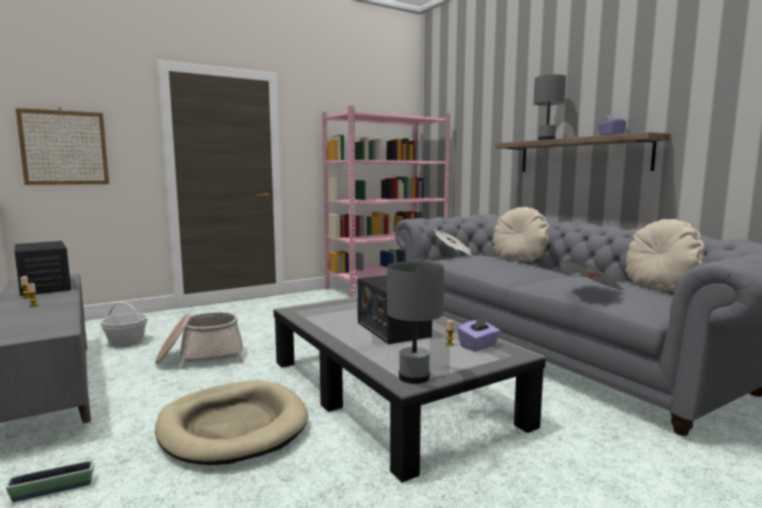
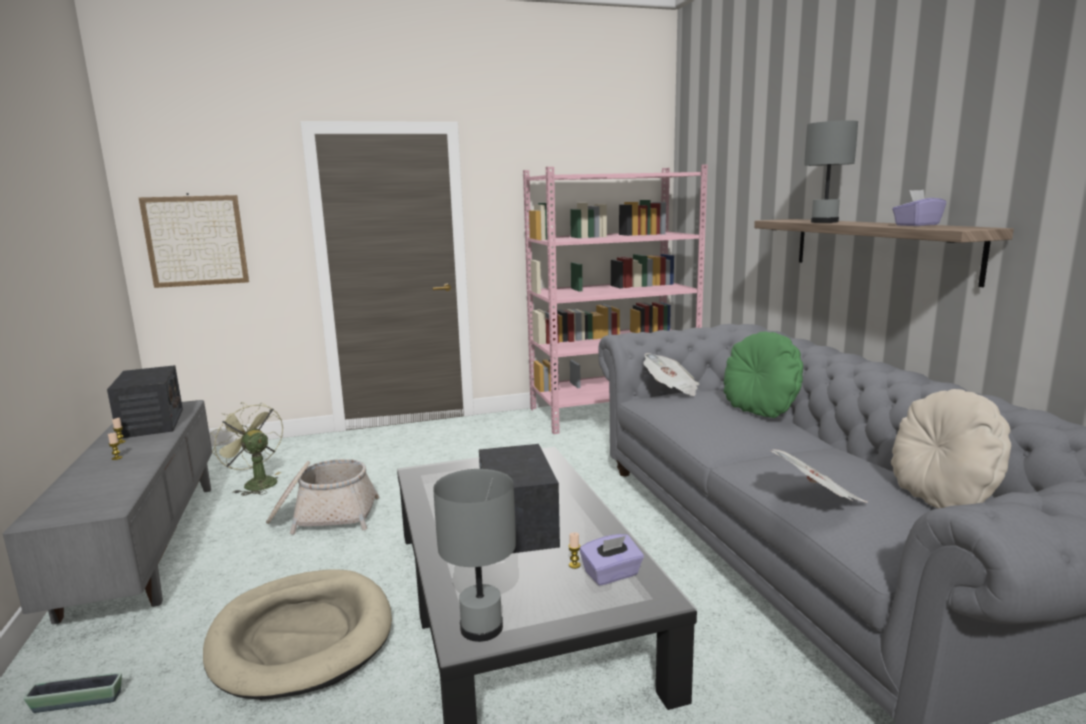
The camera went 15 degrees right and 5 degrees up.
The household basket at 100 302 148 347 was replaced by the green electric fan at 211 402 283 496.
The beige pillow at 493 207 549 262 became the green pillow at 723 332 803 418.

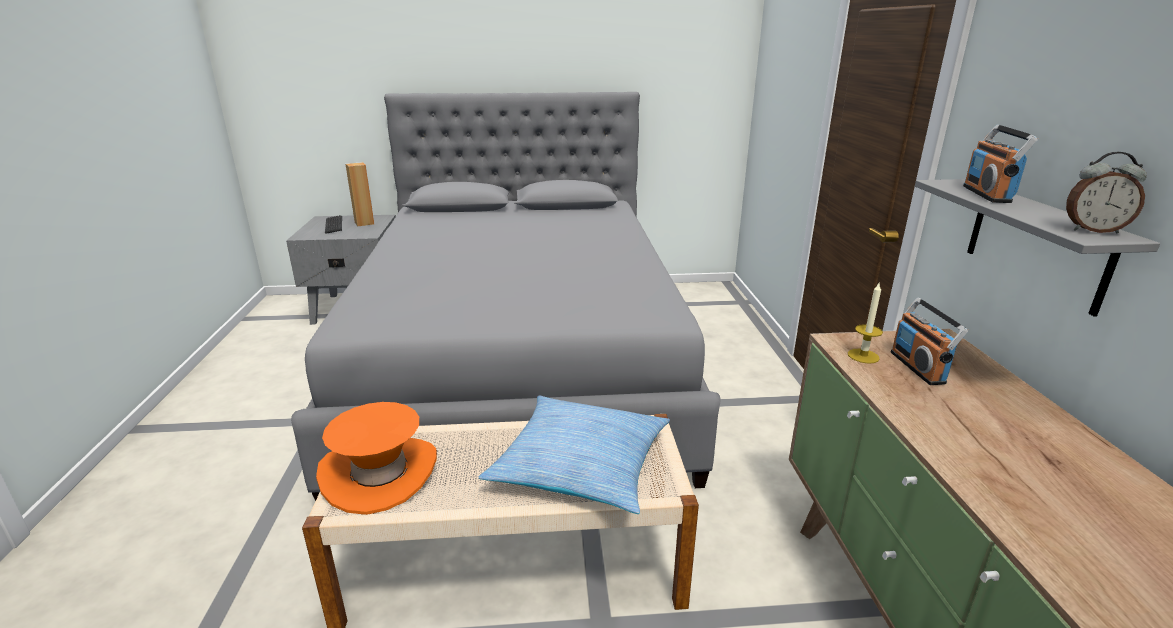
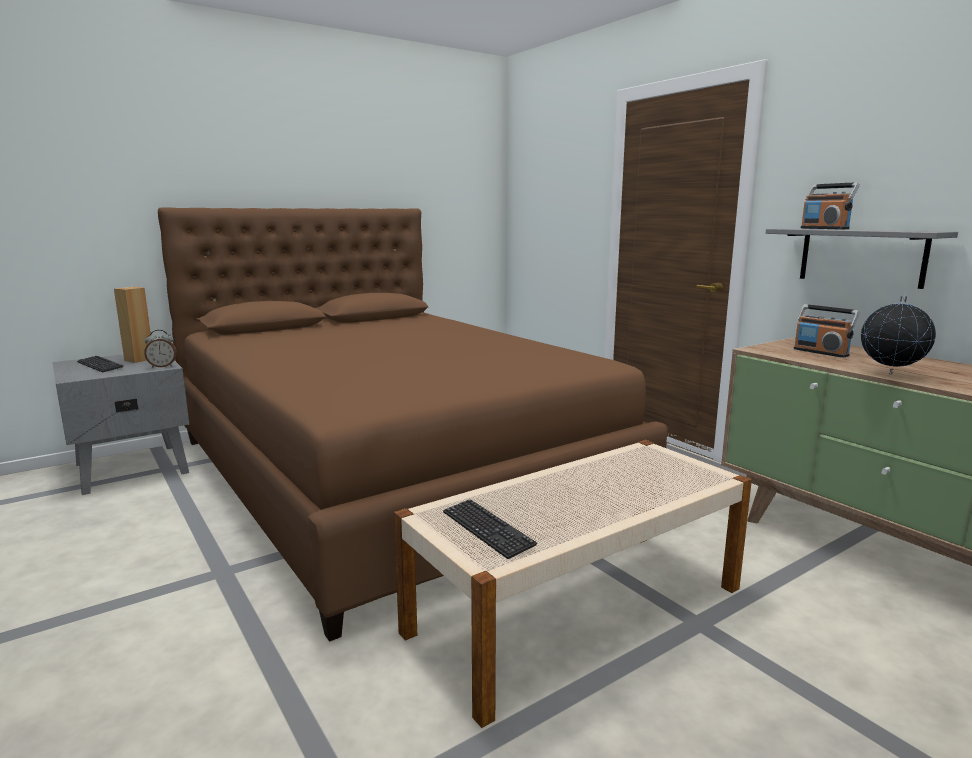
The camera went 30 degrees left and 10 degrees down.
The bedside clock moved from 1066 152 1147 233 to 144 330 177 368.
The greyish bedroom bed at 291 92 721 501 became the brownish bedroom bed at 158 207 668 642.
The orangey clothing hat at 316 402 437 515 was replaced by the computer keyboard at 443 499 537 559.
The world globe at 861 296 936 374 appeared.
The pillow at 479 395 670 514 disappeared.
The candle at 848 283 883 364 disappeared.

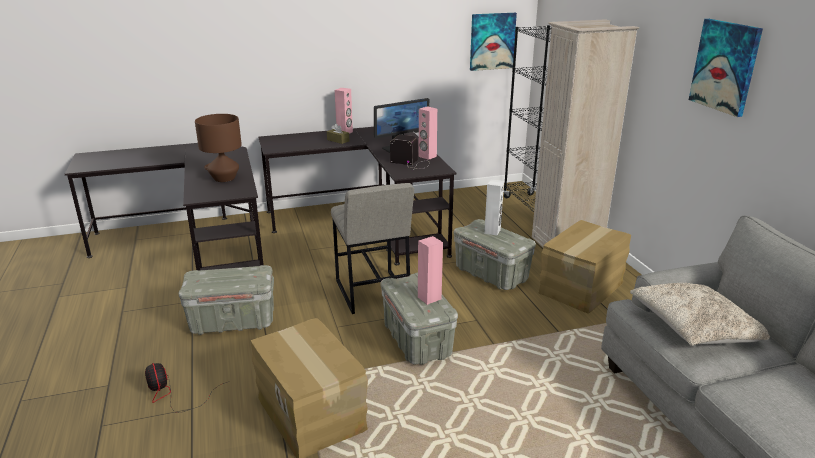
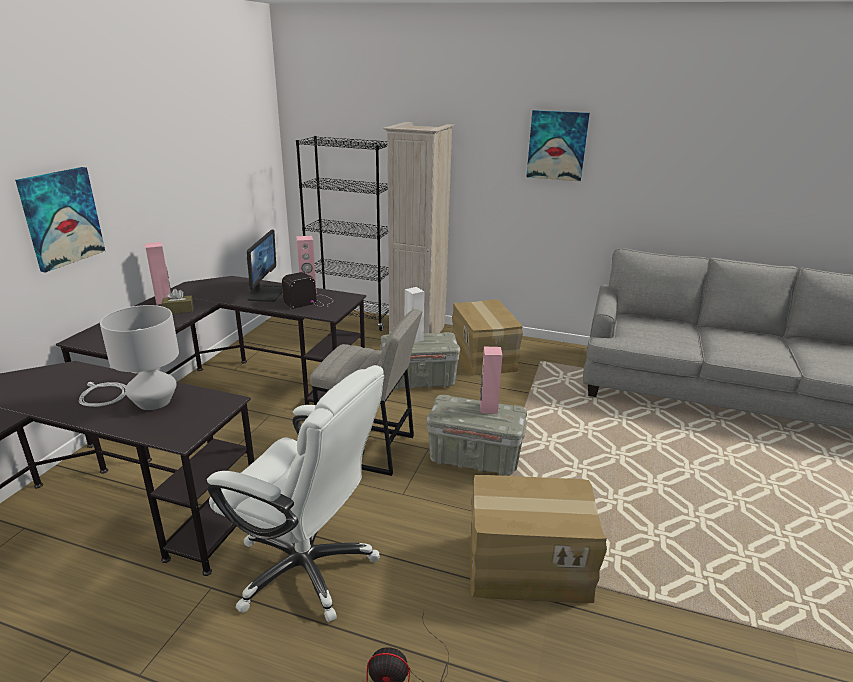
The camera went 55 degrees left and 0 degrees up.
The wall picture moved from 470 13 517 71 to 15 167 105 272.
The brownish tabletop lamp at 195 114 242 182 became the greyish tabletop lamp at 79 305 179 410.
The greyish storage bin at 178 265 274 335 was replaced by the whitish computer chair at 207 365 384 622.
The beige pillow at 630 283 770 346 disappeared.

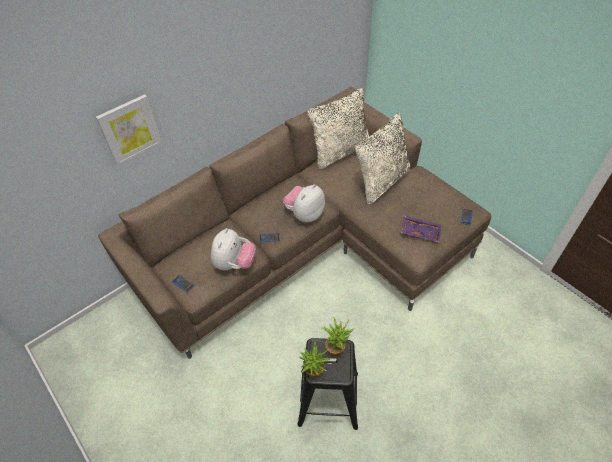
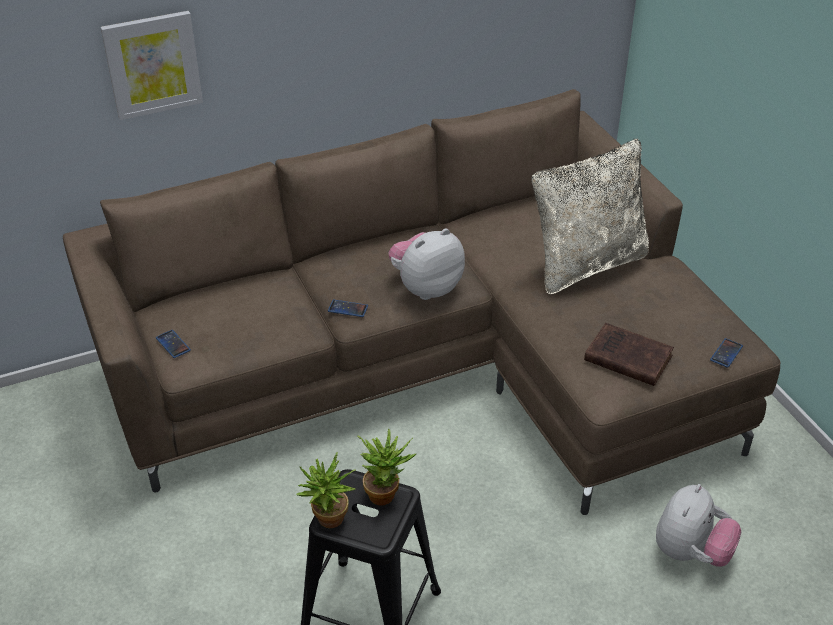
The camera went 15 degrees right and 10 degrees down.
The purplish carrying tray at 401 216 441 243 was replaced by the brownish book at 584 323 674 386.
The plush toy moved from 211 228 256 271 to 656 484 741 567.
The beige pillow at 307 87 369 169 disappeared.

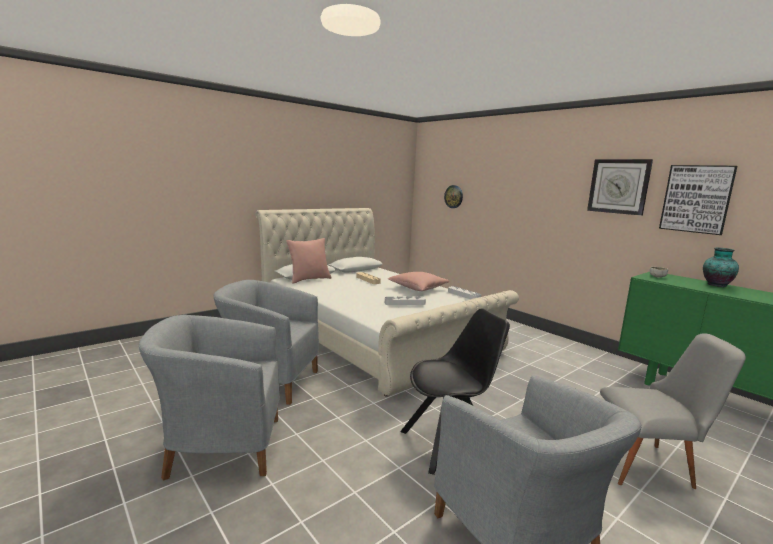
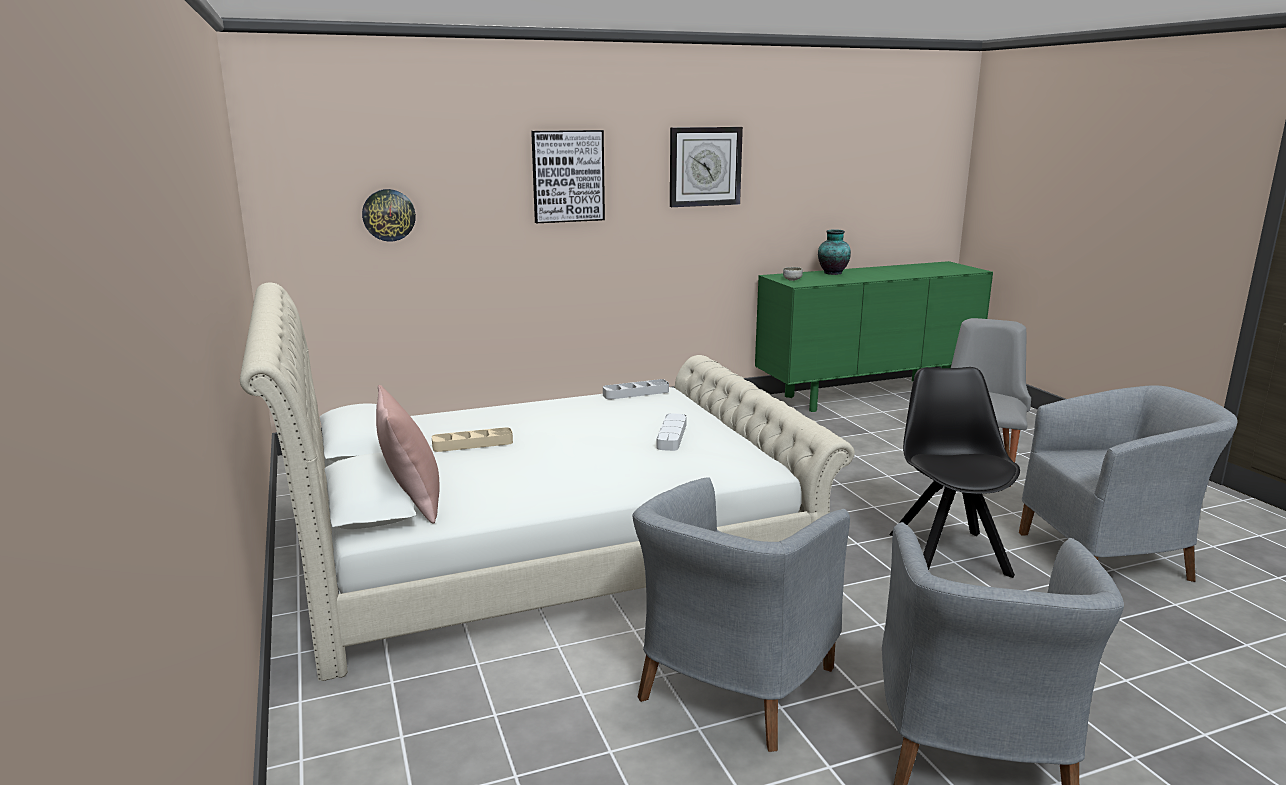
The camera went 70 degrees left and 5 degrees up.
The wall picture moved from 659 165 737 235 to 531 130 605 223.
The pink pillow at 388 272 449 291 disappeared.

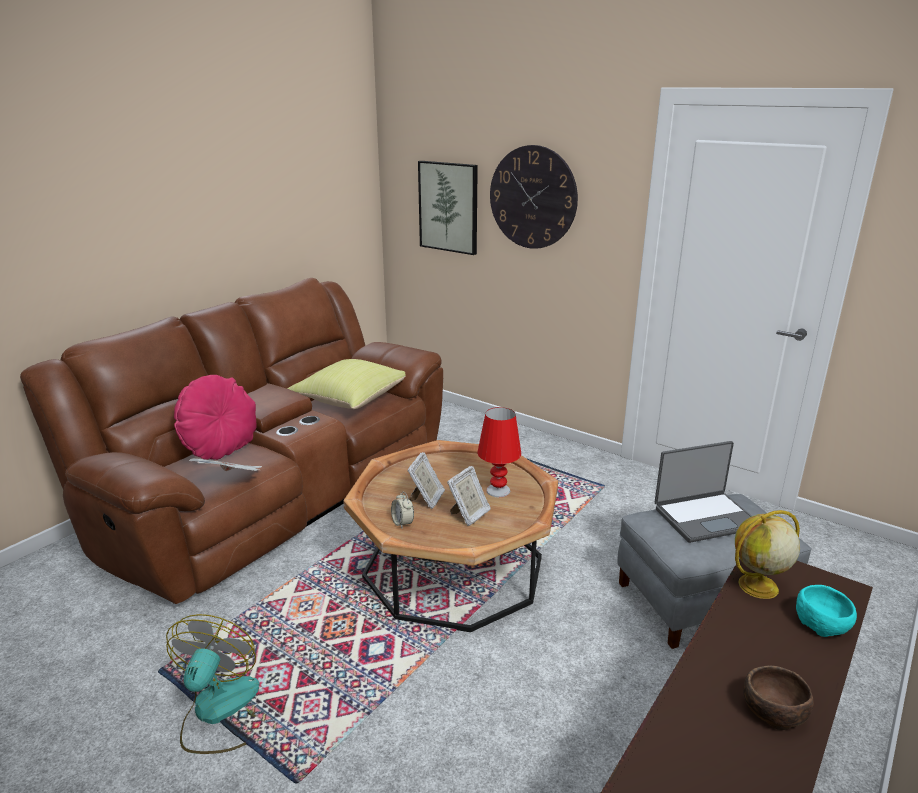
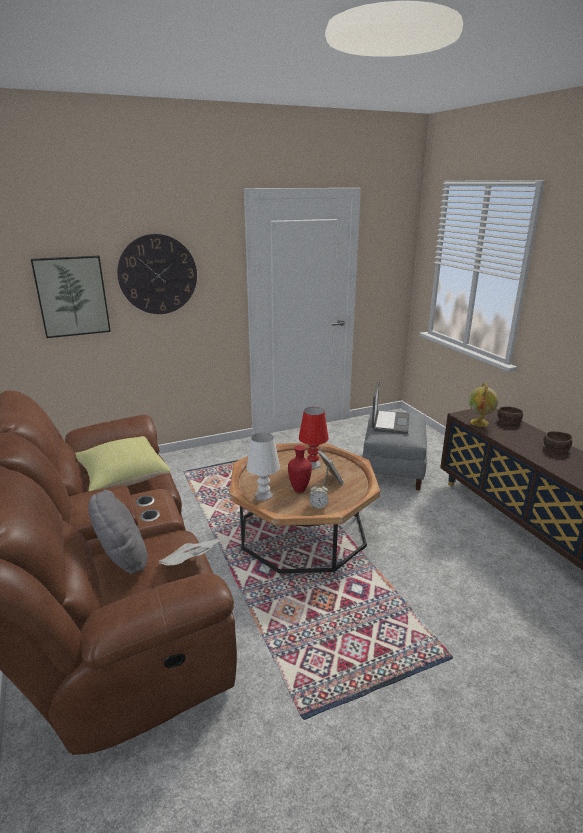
The camera went 60 degrees left and 0 degrees up.
The pink pillow at 174 375 257 460 became the greyish pillow at 88 490 148 573.
The whitish tabletop lamp at 246 432 280 501 appeared.
The standing frame at 408 452 445 509 was replaced by the red-coloured flower vase at 288 445 312 493.
The turquoise serving bowl at 796 585 857 637 became the brownish serving bowl at 497 406 523 425.
The electric fan at 166 614 260 754 disappeared.

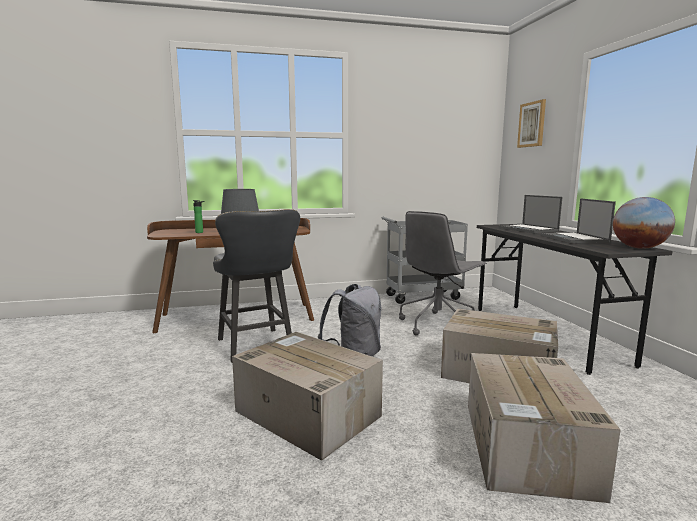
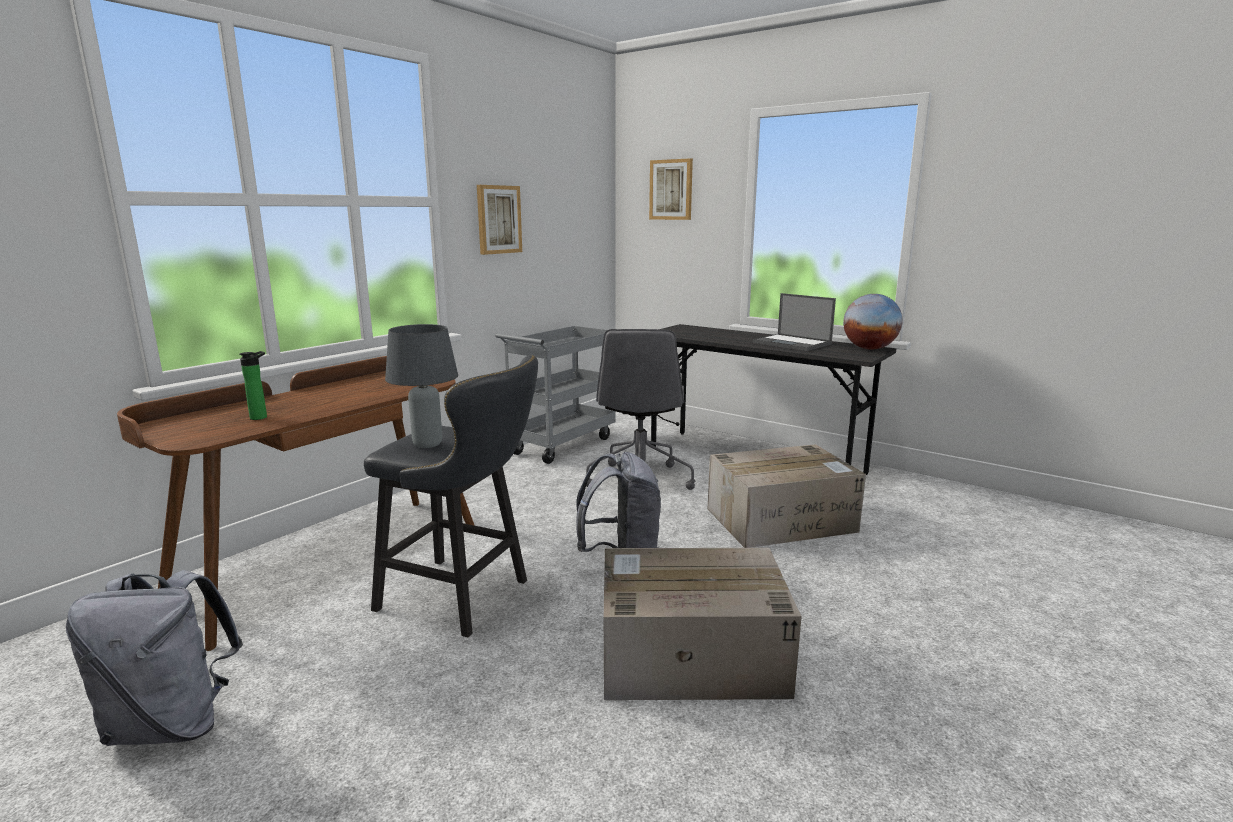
The camera went 40 degrees left and 5 degrees up.
The greyish knapsack at 66 570 243 746 appeared.
The wall picture at 477 185 522 255 appeared.
The carton at 468 353 621 503 disappeared.
The notebook computer at 498 195 562 233 disappeared.

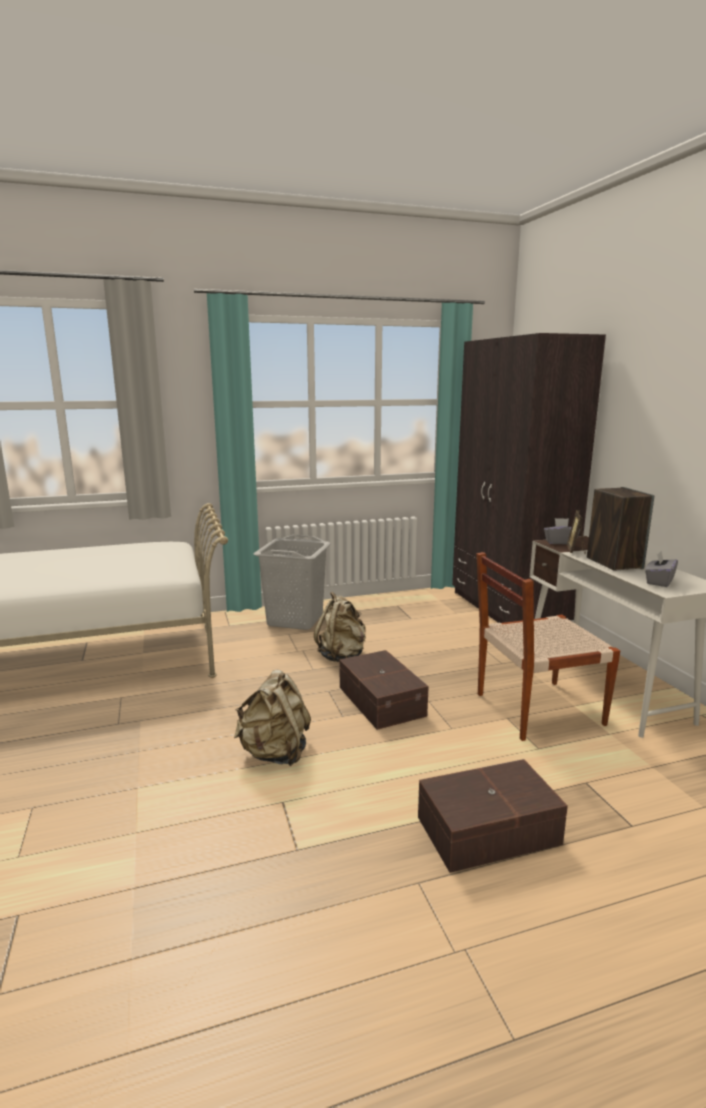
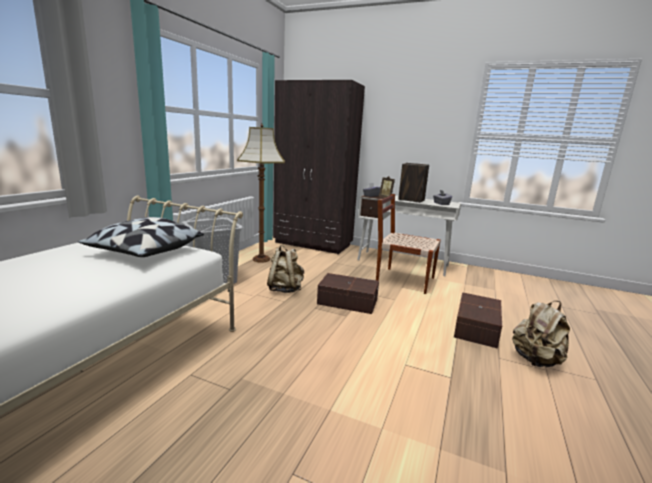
The camera went 50 degrees left and 0 degrees up.
The pillow at 78 217 204 257 appeared.
The standard lamp at 237 123 285 263 appeared.
The upright chair at 476 552 620 741 turned 90 degrees clockwise.
The beige knapsack moved from 234 669 311 766 to 512 301 570 367.

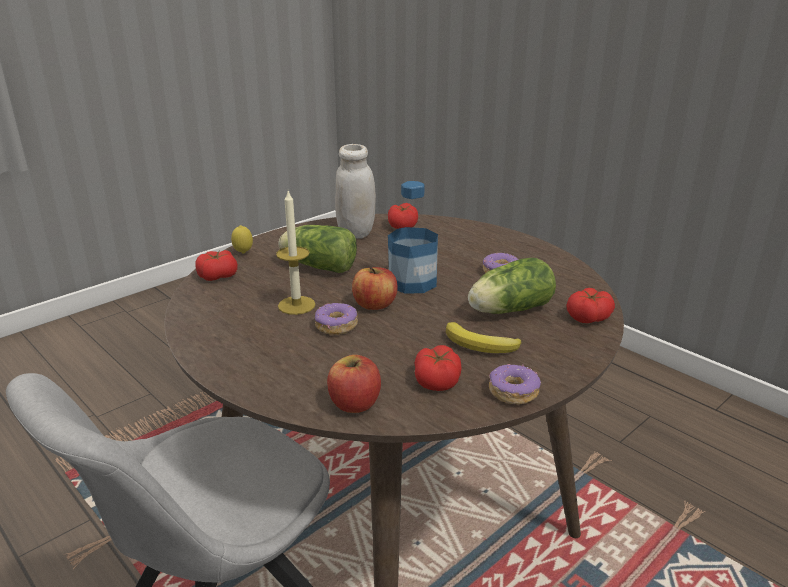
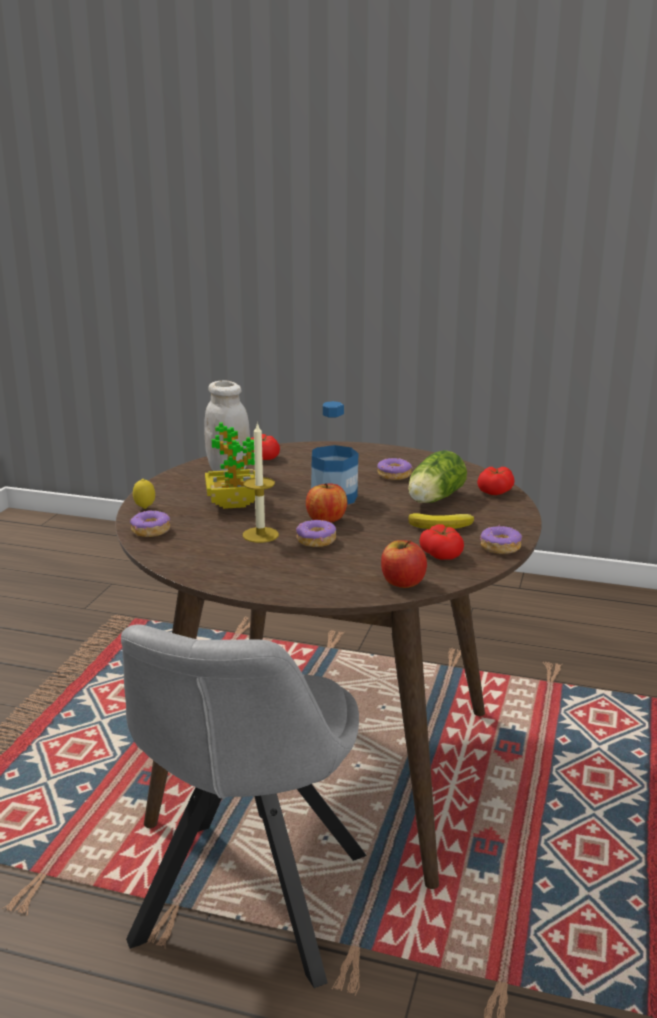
The camera went 30 degrees left and 5 degrees down.
The fresh tomato at 195 250 238 281 was replaced by the doughnut at 130 510 170 537.
The lettuce head at 278 225 357 273 was replaced by the potted plant at 205 422 255 509.

